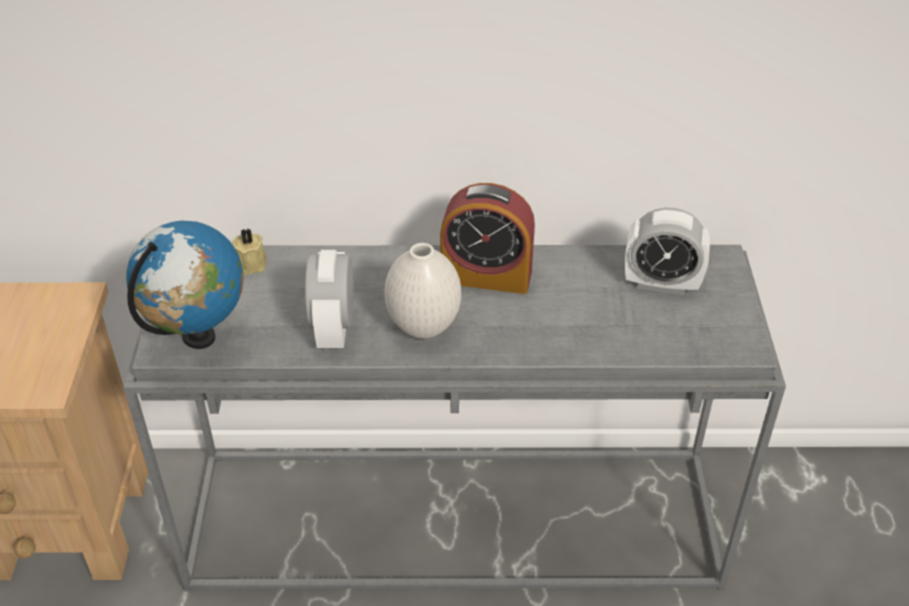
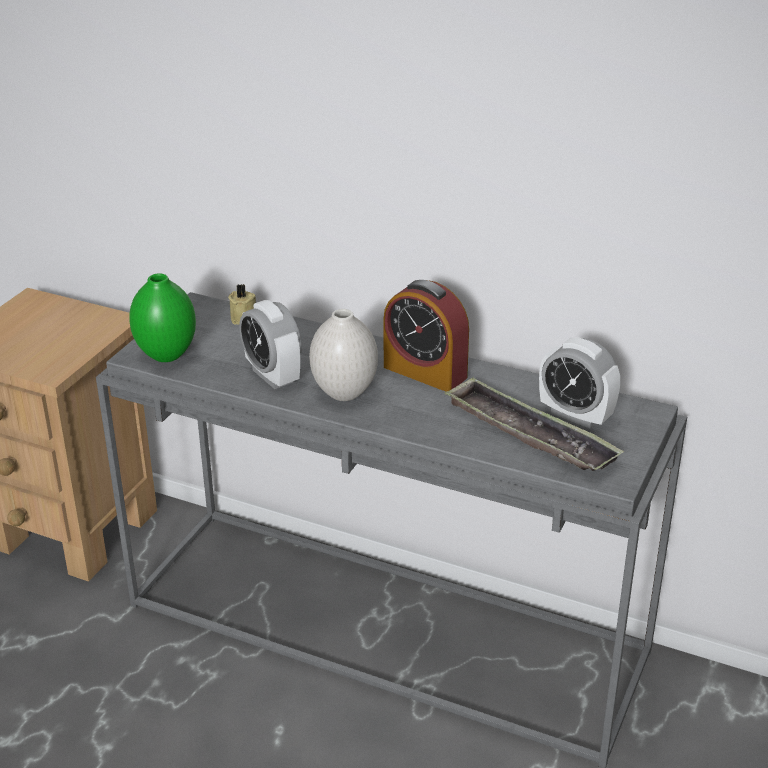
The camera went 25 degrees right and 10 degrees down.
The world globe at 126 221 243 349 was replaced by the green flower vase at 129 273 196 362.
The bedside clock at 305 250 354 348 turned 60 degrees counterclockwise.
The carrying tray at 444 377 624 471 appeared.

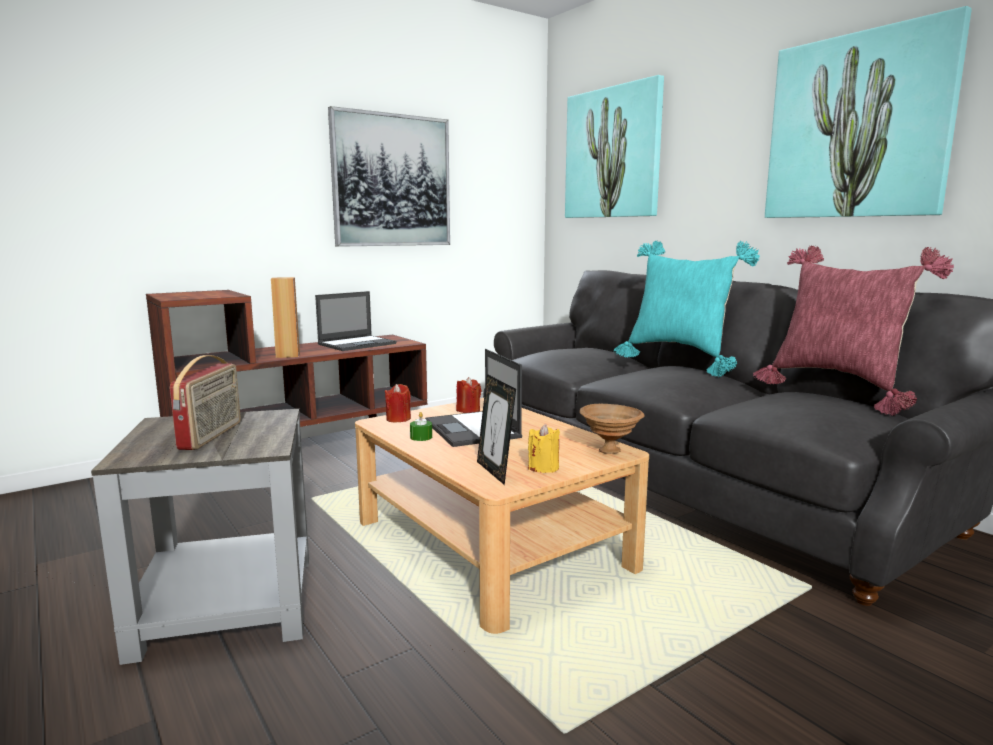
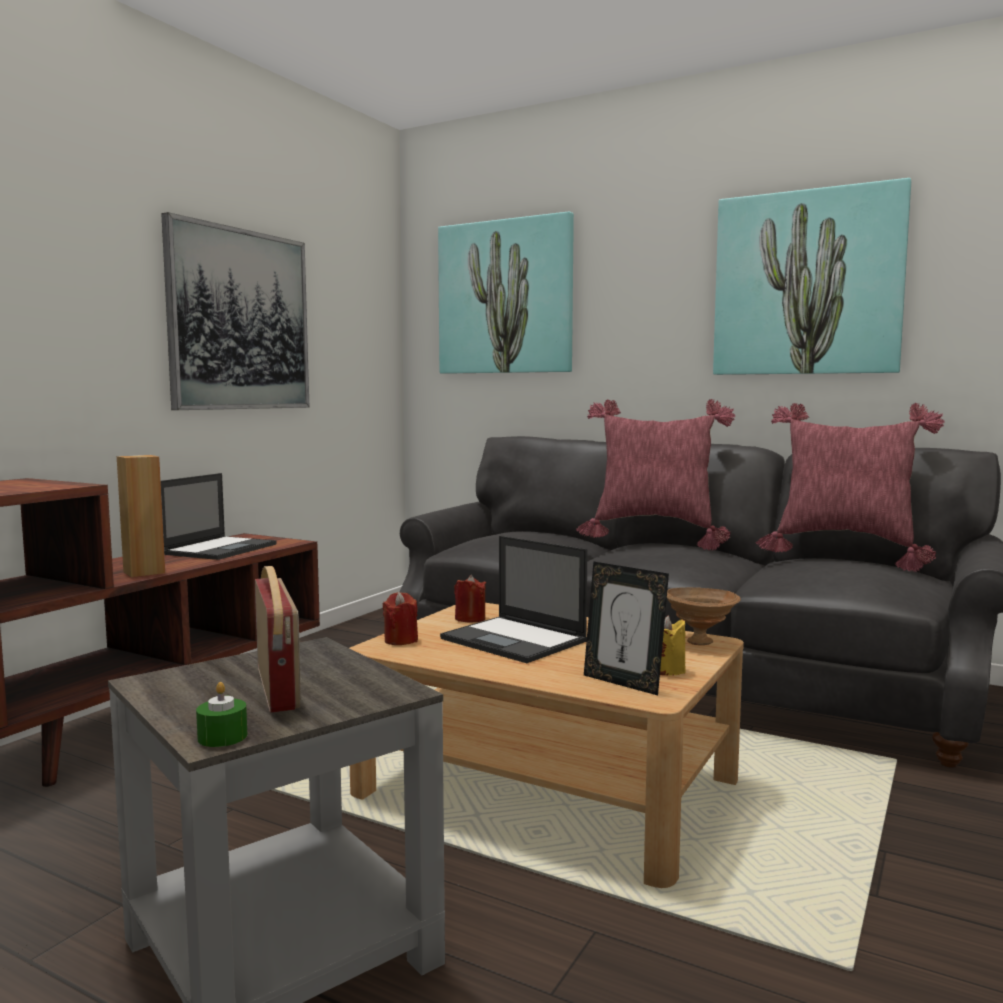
The camera went 25 degrees left and 5 degrees down.
The green candle moved from 410 412 432 441 to 196 682 247 747.
The turquoise pillow at 614 241 760 377 became the red-coloured pillow at 576 399 735 551.

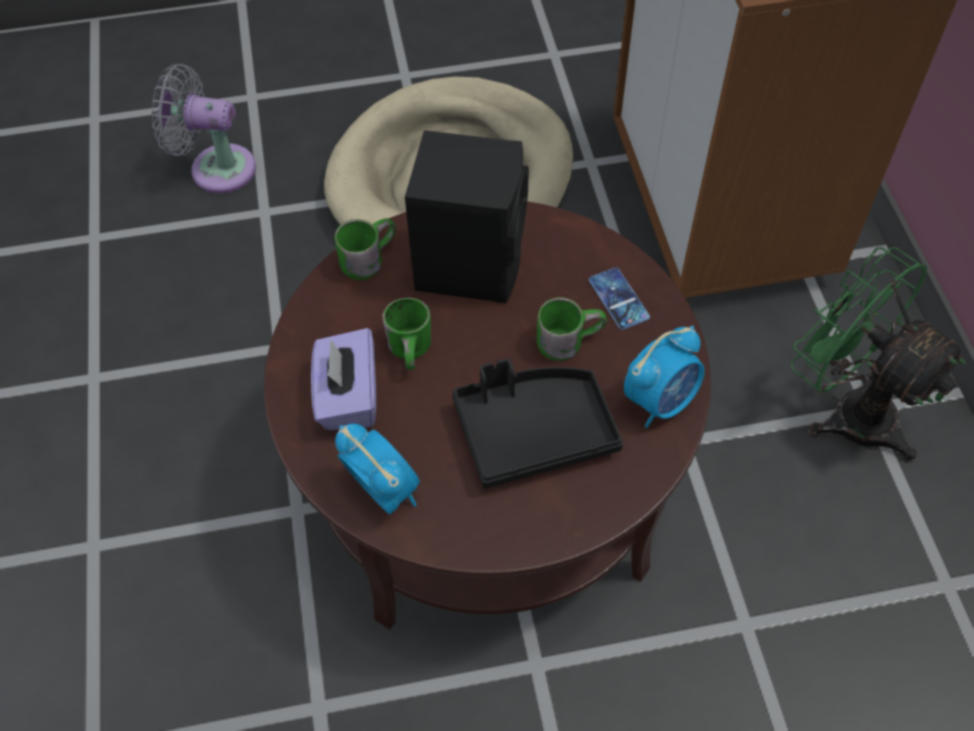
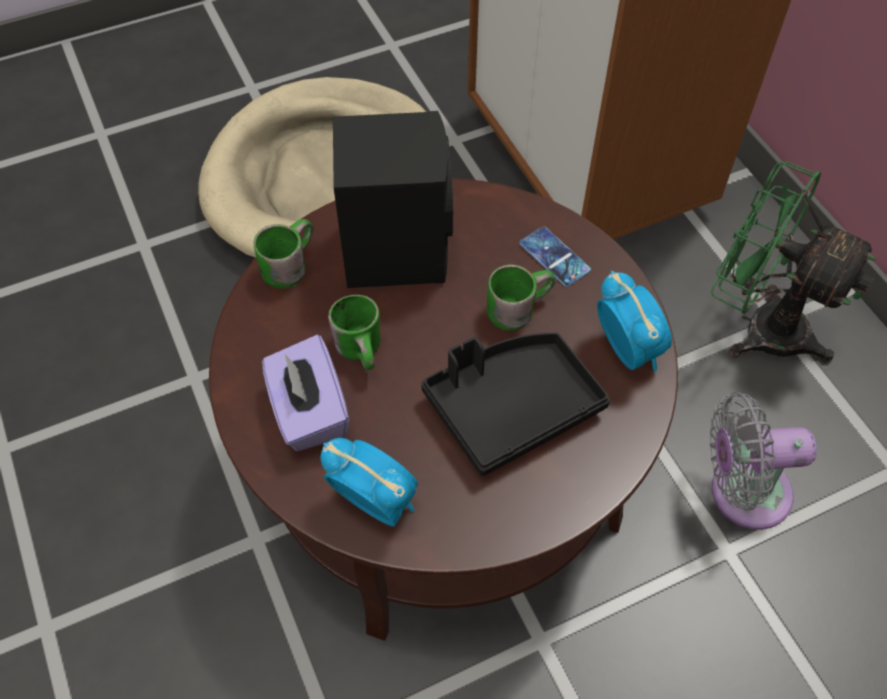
The camera went 15 degrees left and 0 degrees up.
The bedside clock at 624 326 705 428 turned 60 degrees counterclockwise.
The greyish electric fan moved from 151 64 256 193 to 710 392 817 530.

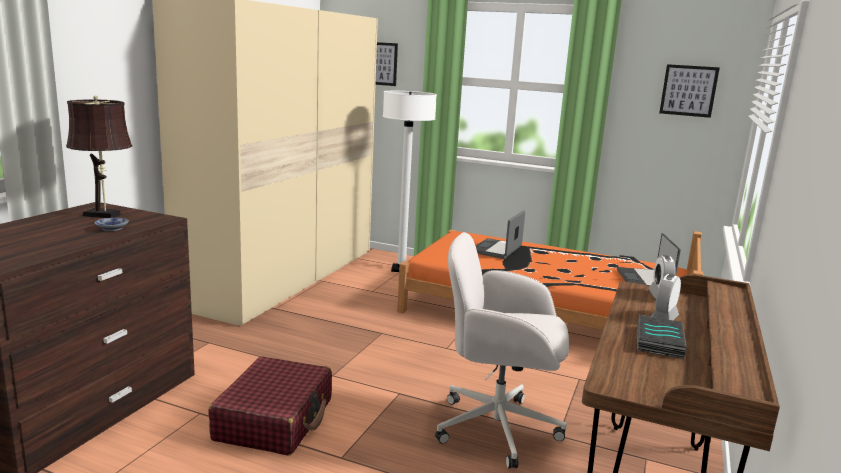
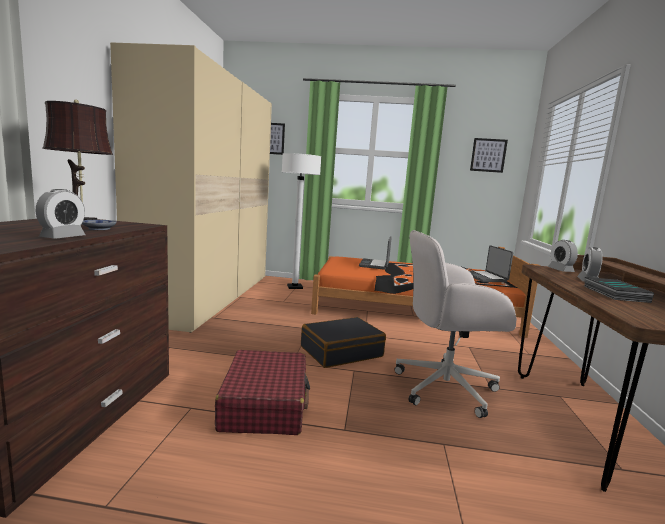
The camera went 15 degrees left and 5 degrees down.
The bedside clock at 36 189 85 239 appeared.
The black-coloured travel case at 301 317 386 368 appeared.

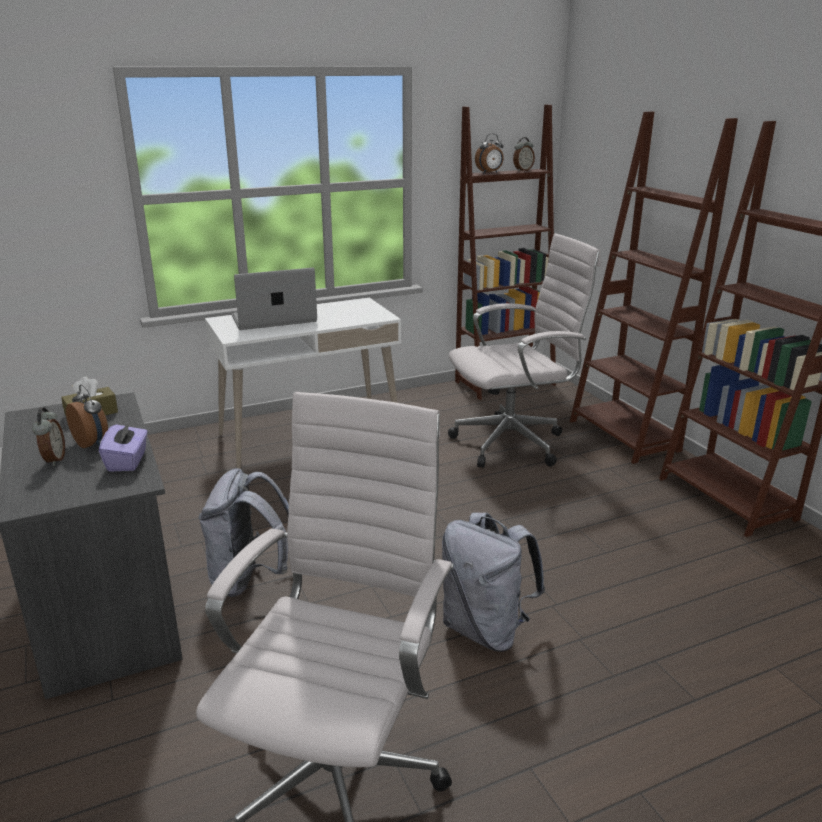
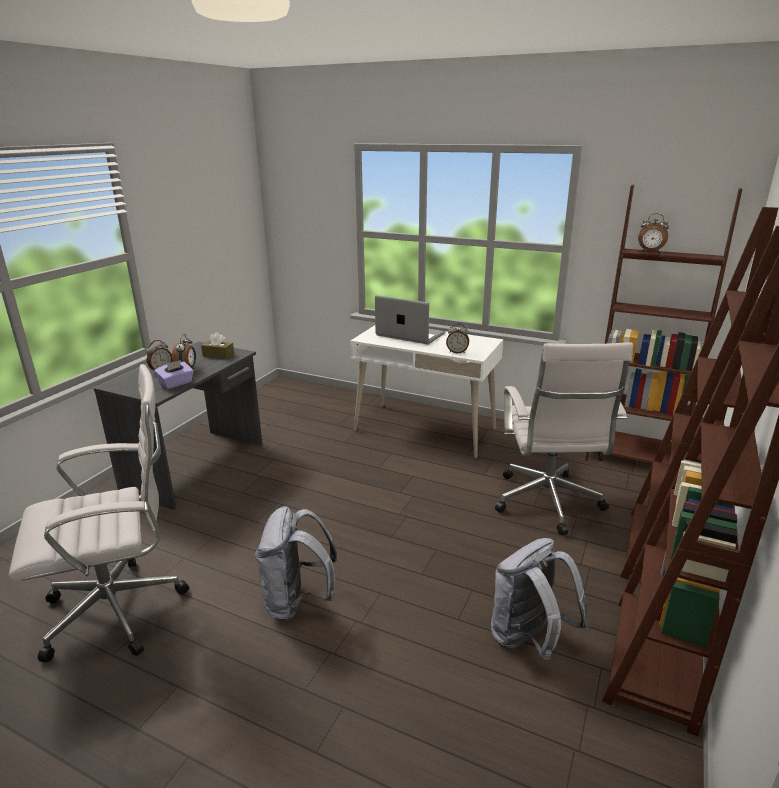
The camera went 50 degrees right and 0 degrees up.
The bedside clock moved from 513 137 535 171 to 446 323 469 353.
The greyish knapsack moved from 198 468 289 597 to 491 538 588 660.
The whitish computer chair at 448 233 601 468 turned 60 degrees clockwise.

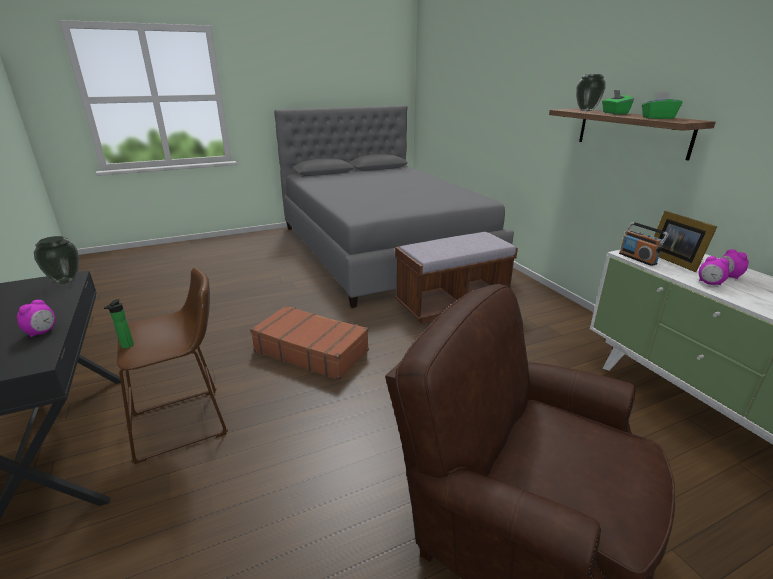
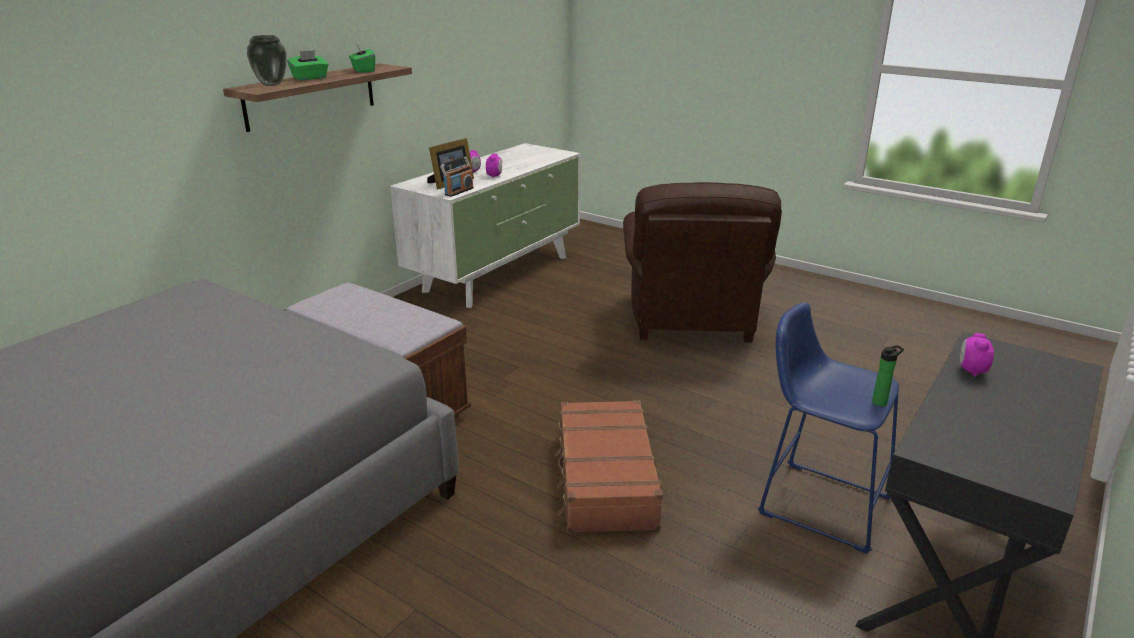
The camera went 120 degrees left and 0 degrees up.
The brownish stool seat at 117 267 228 464 became the blue-coloured stool seat at 758 302 899 554.
The bedside clock at 17 300 56 338 turned 60 degrees counterclockwise.
The flower vase at 34 236 79 284 disappeared.

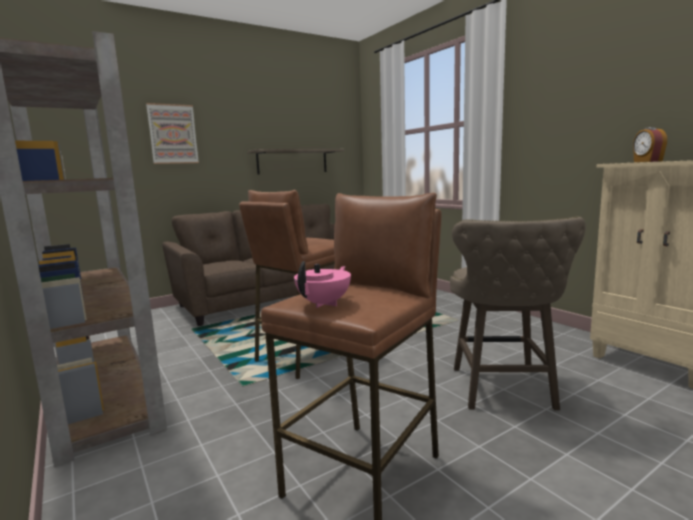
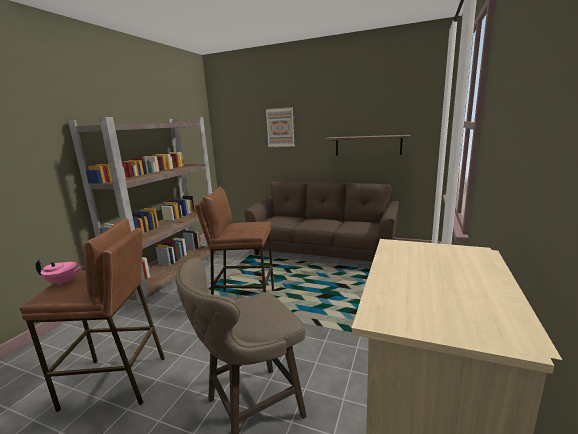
The camera went 55 degrees right and 5 degrees up.
The bedside clock at 633 127 667 162 disappeared.

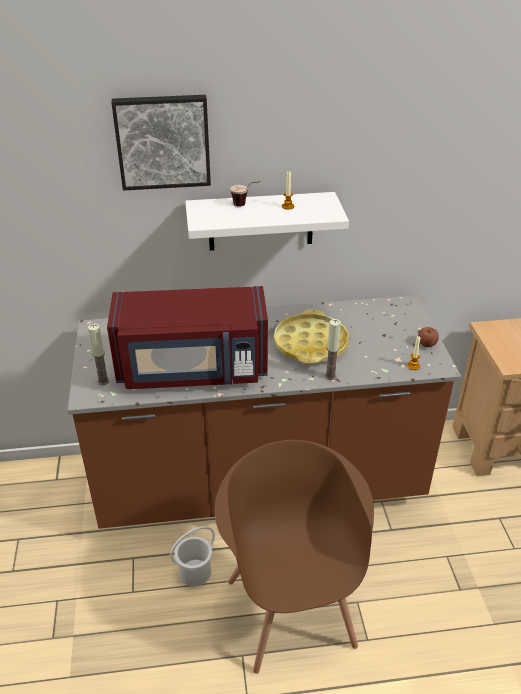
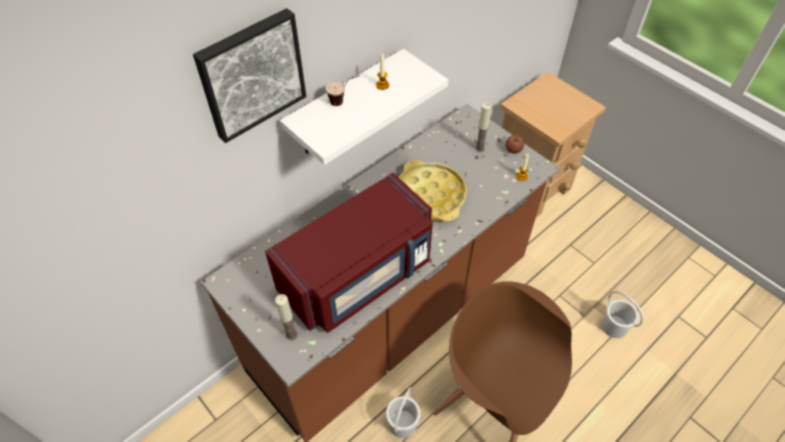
The camera went 35 degrees left and 15 degrees up.
The candle moved from 325 319 341 380 to 475 103 492 152.
The whitish pail at 601 291 644 338 appeared.

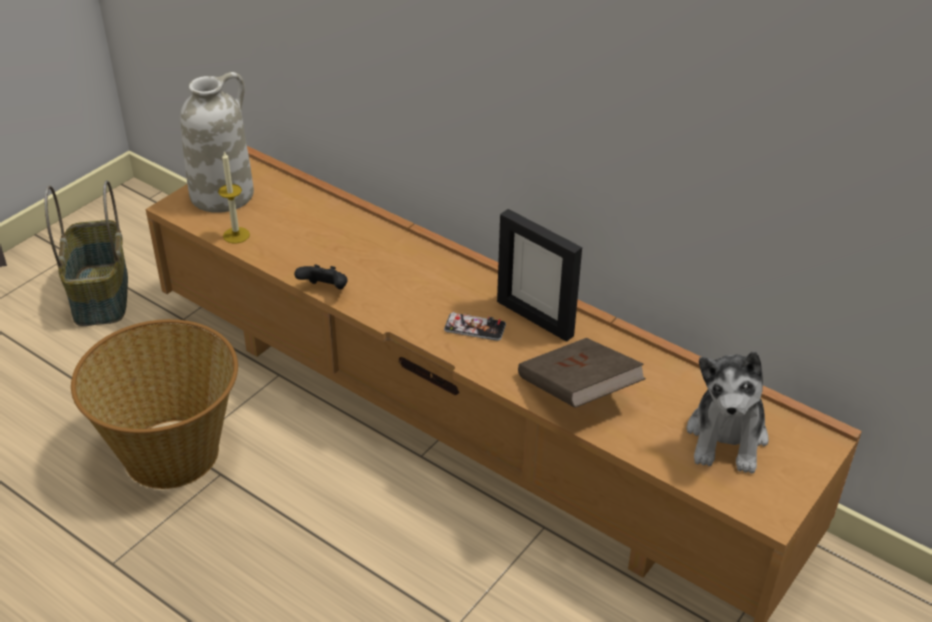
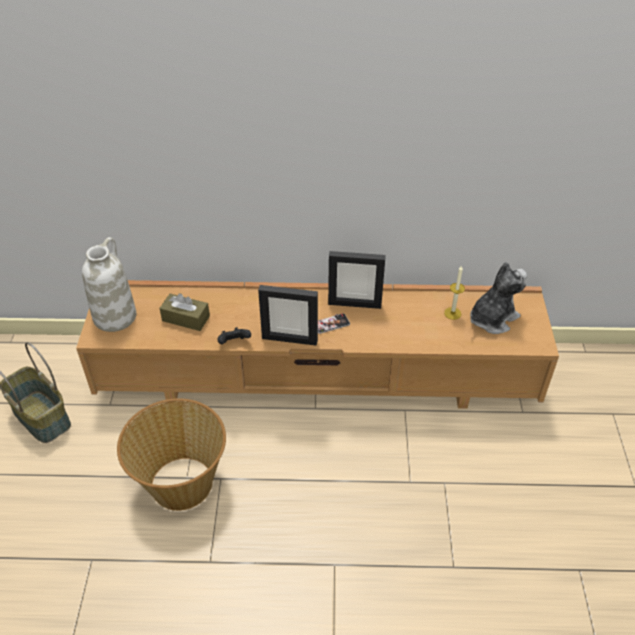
The camera went 35 degrees left and 5 degrees up.
The brownish box of tissues at 159 293 210 331 appeared.
The standing frame at 258 285 318 346 appeared.
The candle moved from 218 151 250 244 to 444 265 465 320.
The plush toy at 687 352 769 474 turned 105 degrees counterclockwise.
The brownish book at 518 338 646 408 disappeared.

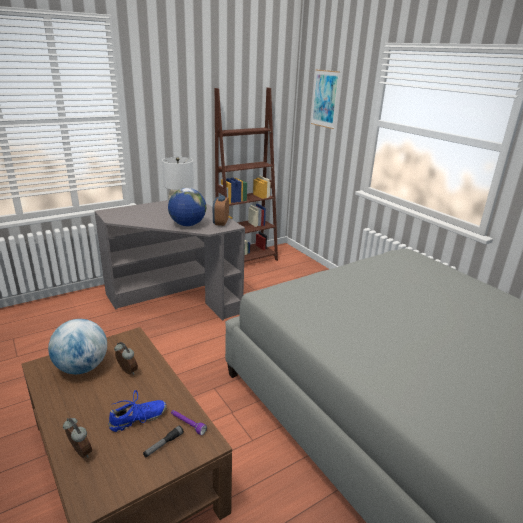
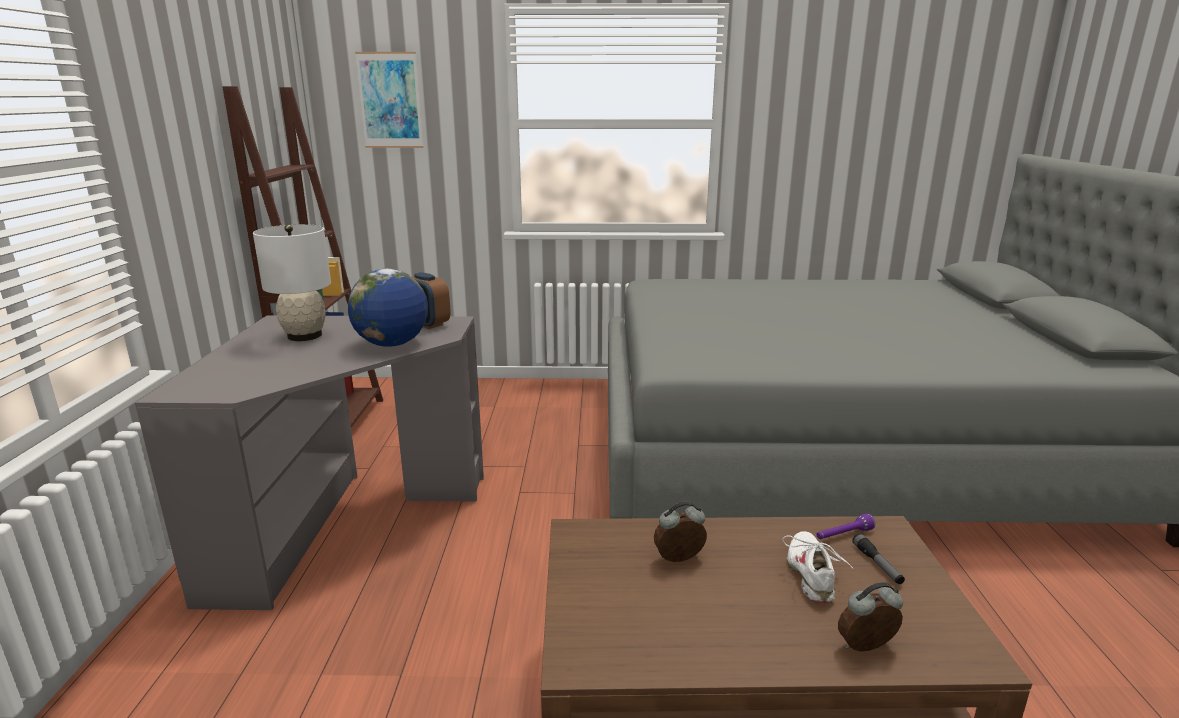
The camera went 55 degrees left and 5 degrees down.
The blue-coloured shoe at 108 390 167 432 became the whitish shoe at 782 531 853 603.
The world globe at 48 319 107 374 disappeared.

